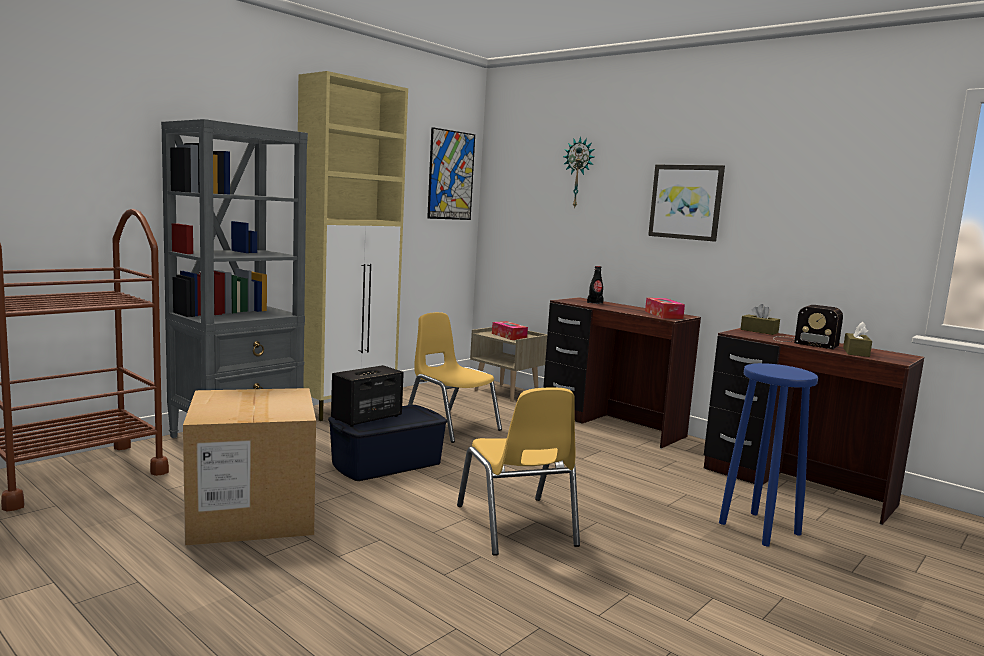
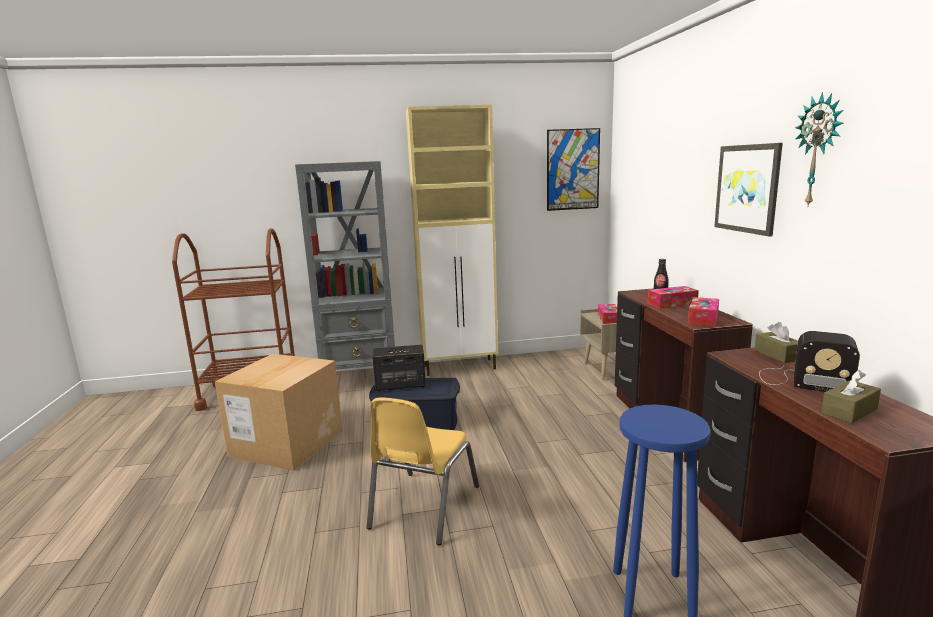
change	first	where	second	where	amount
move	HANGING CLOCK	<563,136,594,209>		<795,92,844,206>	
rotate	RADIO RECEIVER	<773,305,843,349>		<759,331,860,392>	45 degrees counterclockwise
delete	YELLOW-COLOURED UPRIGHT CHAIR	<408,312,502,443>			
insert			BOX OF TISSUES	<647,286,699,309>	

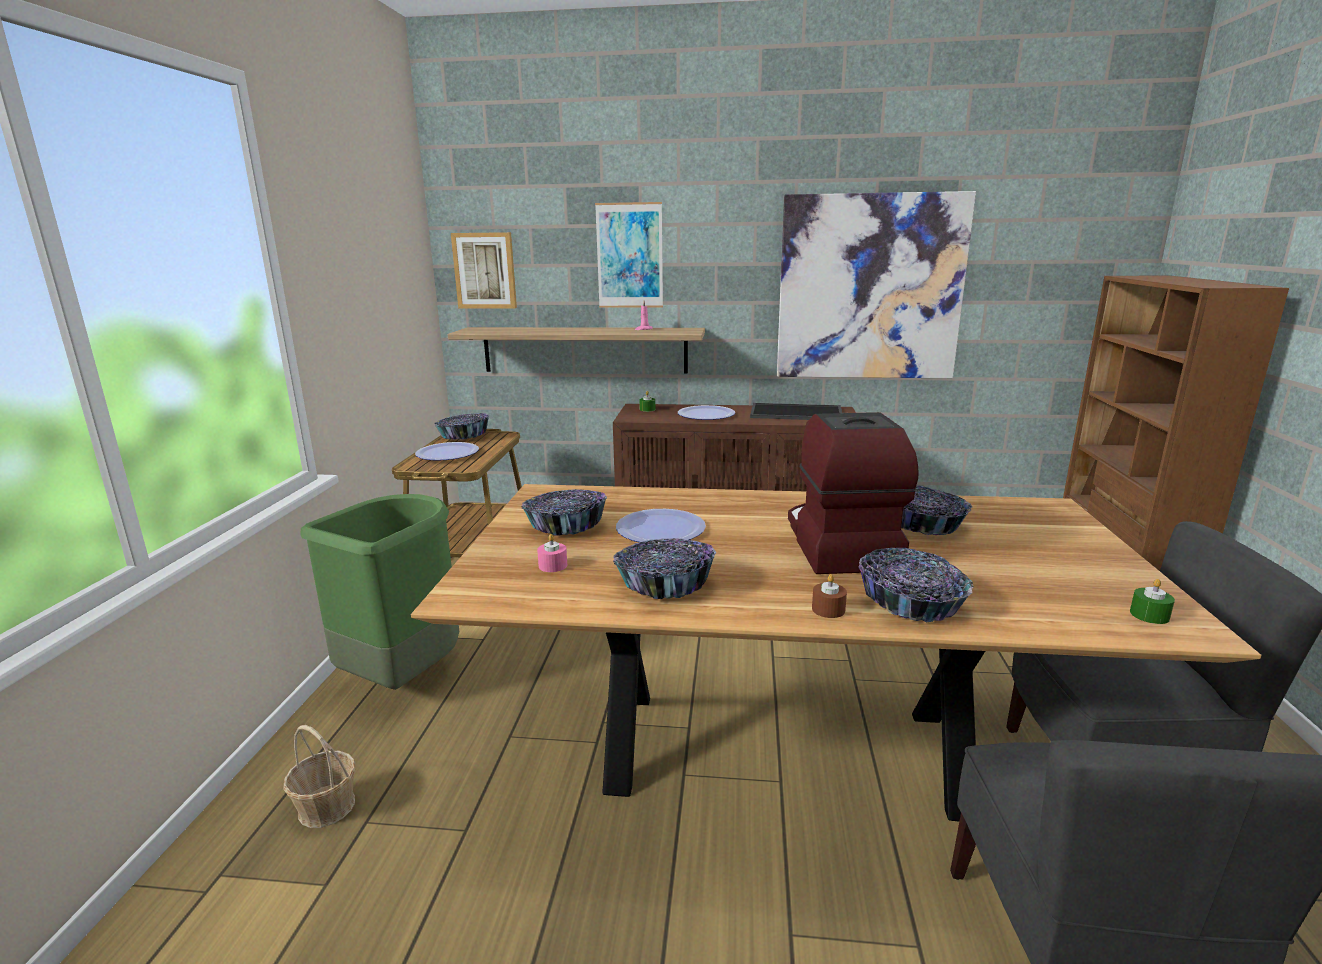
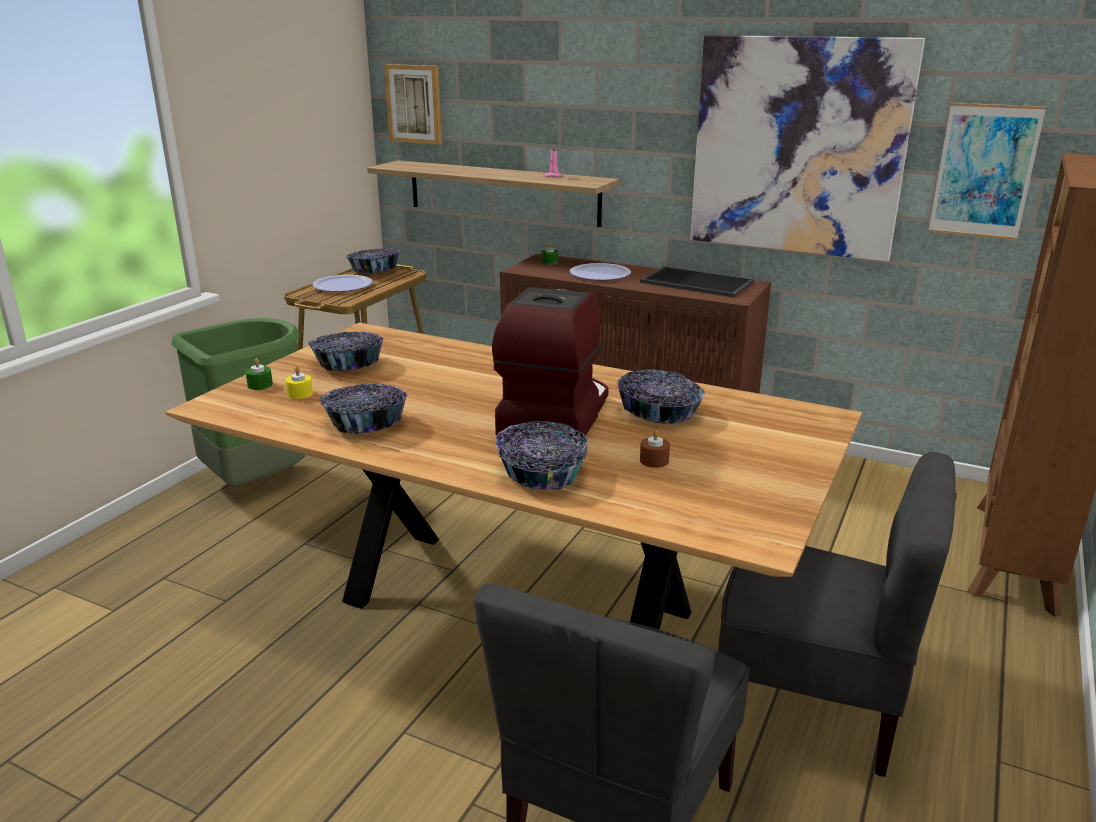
change	first	where	second	where	amount
move	WALL PICTURE	<595,202,663,308>		<928,103,1046,240>	
delete	PLATE	<616,509,706,542>			
recolor	PINKISH CANDLE	<537,534,567,572>	YELLOW-COLOURED CANDLE	<286,366,313,399>	
move	BROWN-COLOURED CANDLE	<812,574,847,618>		<640,429,670,468>	
move	GREENISH CANDLE	<1130,579,1175,624>		<245,358,273,390>	
delete	BASKET	<283,725,356,828>			

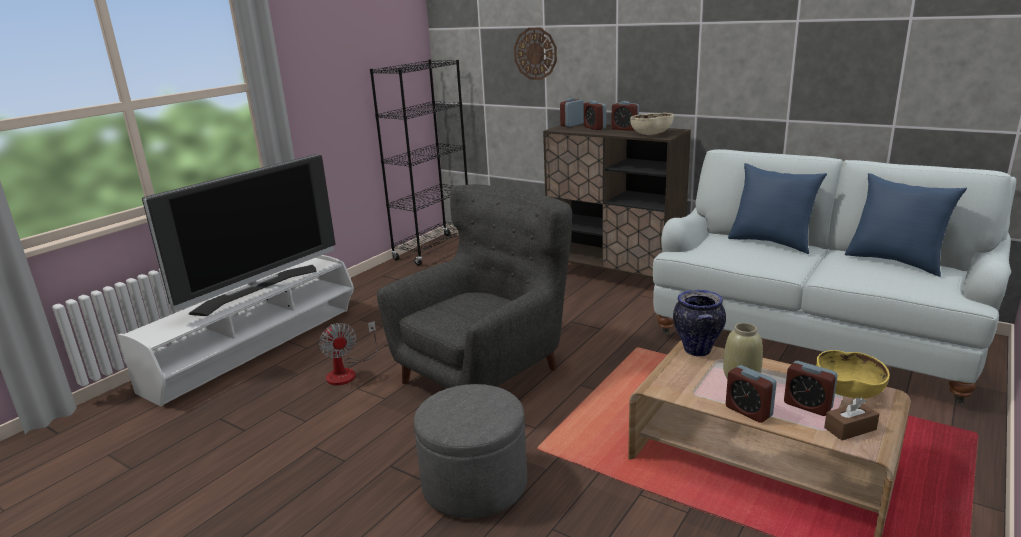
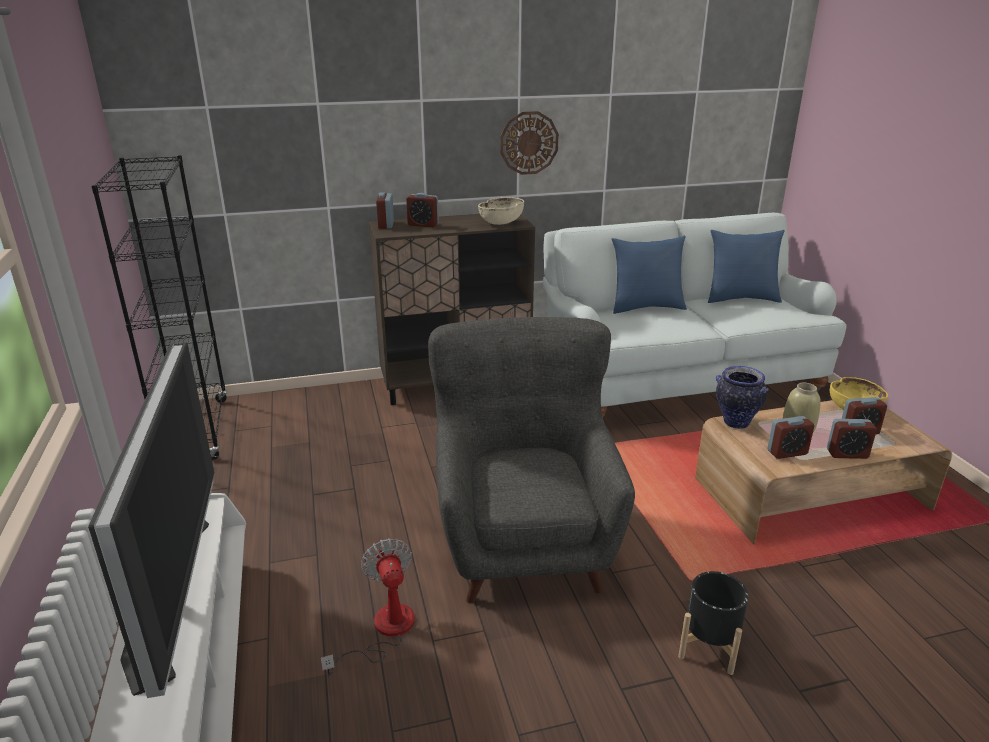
change	first	where	second	where	amount
move	HANGING CLOCK	<514,28,557,80>		<500,111,559,175>	
move	ALARM CLOCK	<612,101,639,131>		<767,416,814,459>	
rotate	FAN	<319,321,377,385>		<321,538,415,677>	120 degrees counterclockwise
replace	GREY OTTOMAN	<414,384,527,519>	BLACKISH PLANTER	<678,571,749,675>	
delete	BROWN-COLOURED BOX OF TISSUES	<824,397,879,440>			

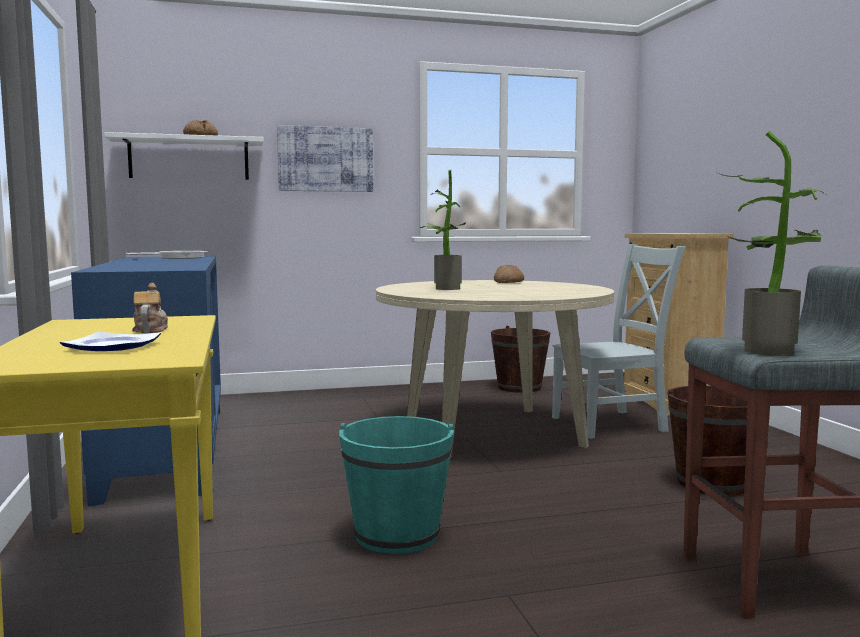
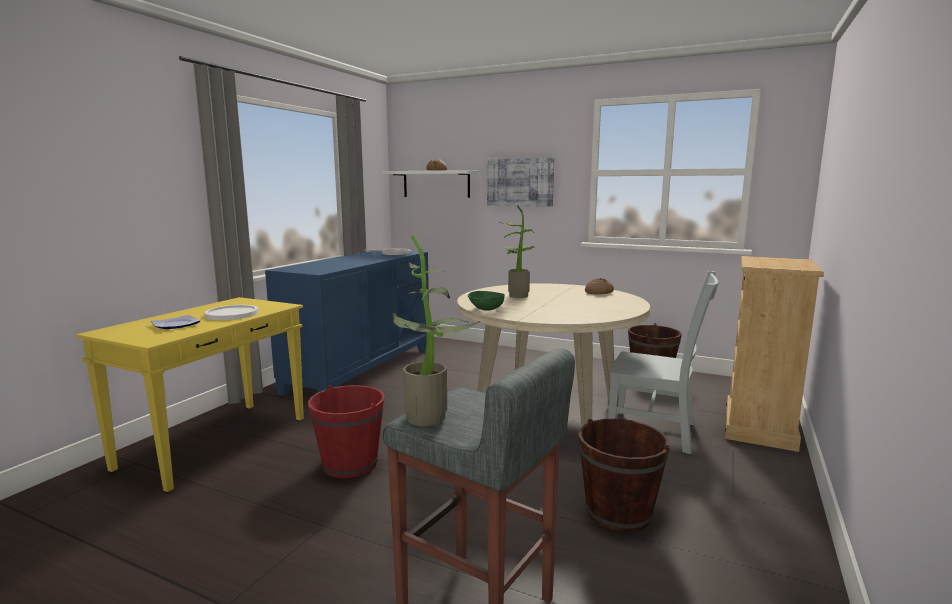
change	first	where	second	where	amount
replace	TEAPOT	<132,283,168,333>	WHITISH PLATE	<205,305,258,320>	
recolor	TURQUOISE PAIL	<339,416,454,554>	RED-COLOURED PAIL	<308,385,385,478>	
insert			GREENISH DEEP DISH	<468,291,505,311>	

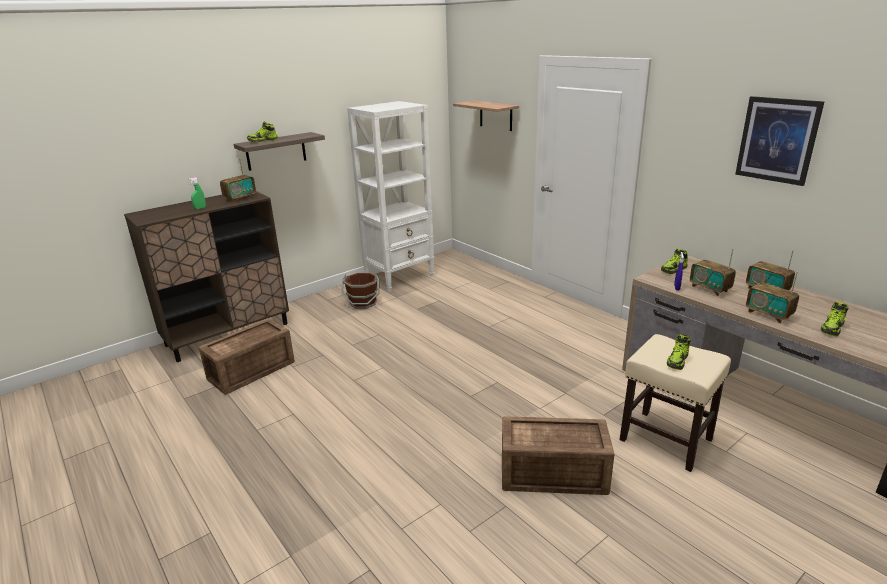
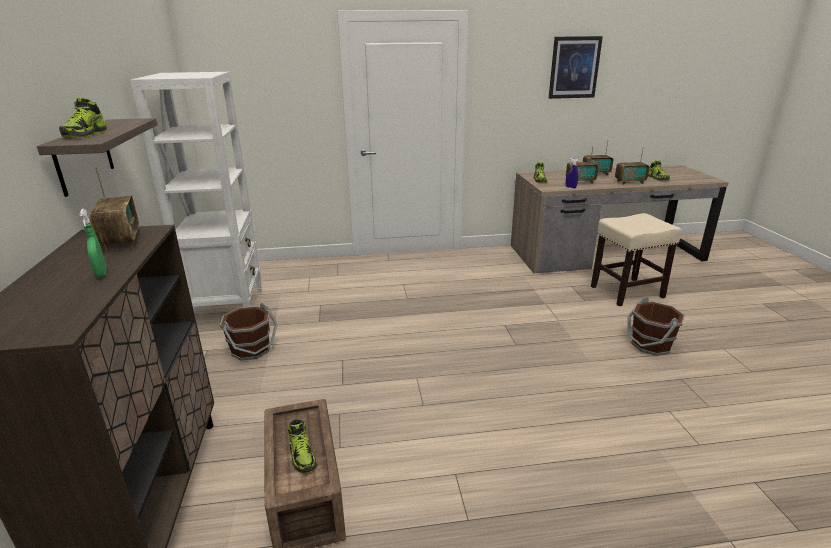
change	first	where	second	where	amount
delete	SHELF	<453,100,519,131>			
move	LOW SHOE	<667,334,691,370>		<288,420,317,473>	
replace	CRATE	<502,416,614,495>	BROWN-COLOURED PAIL	<628,296,685,356>	

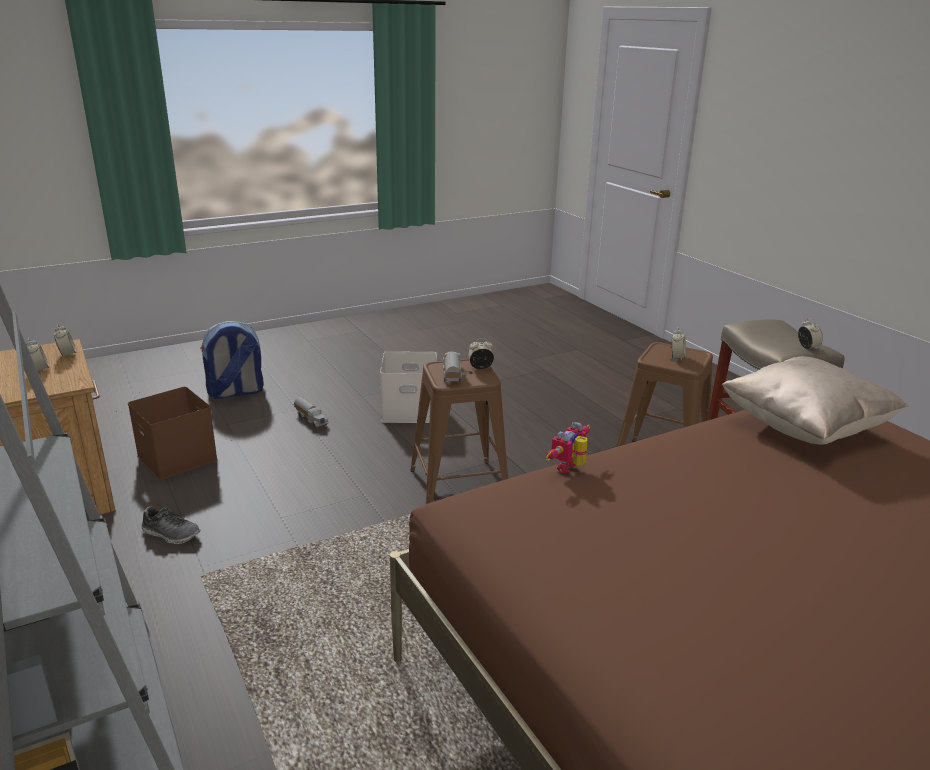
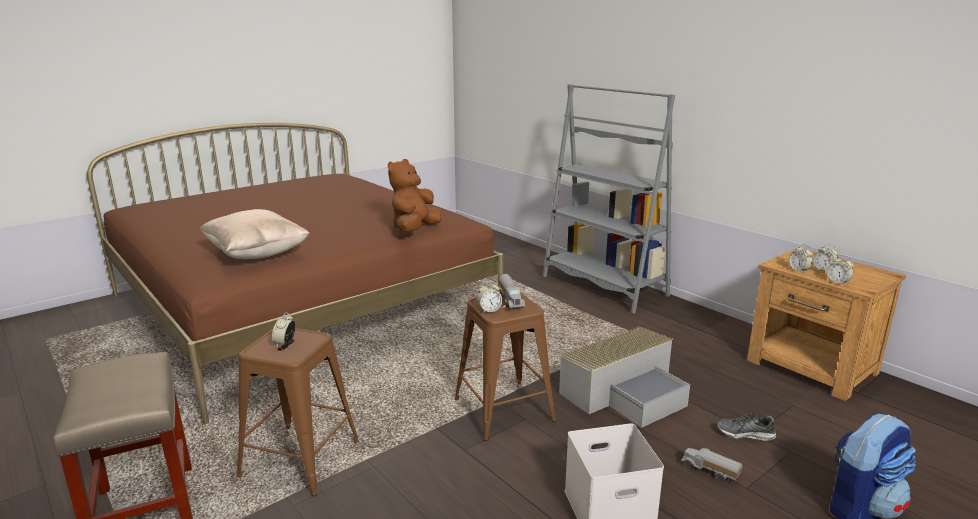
change	first	where	second	where	amount
move	ALARM CLOCK	<798,318,823,350>		<789,244,813,272>	
delete	BROWN-COLOURED STORAGE BOX	<128,387,218,480>			
replace	TOY ROBOT	<546,422,590,473>	BROWN-COLOURED PLUSH TOY	<388,159,442,232>	
move	LOW SHOE	<141,506,200,544>		<717,413,776,441>	
insert			GREY STORAGE BOX	<559,326,690,428>	

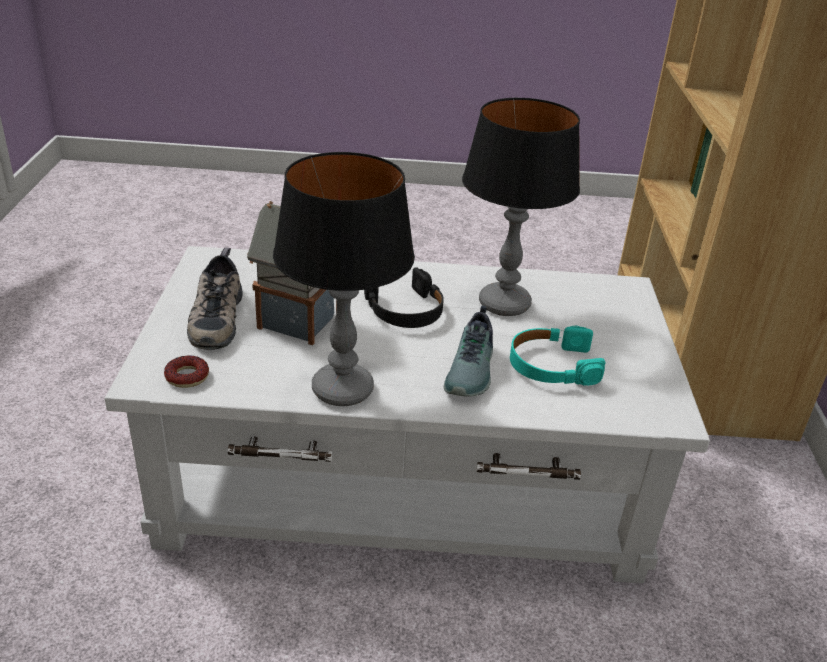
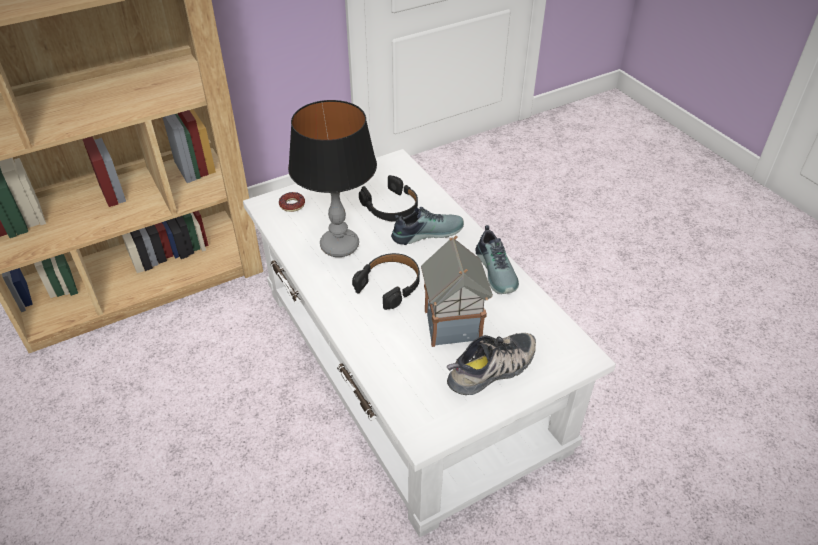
change	first	where	second	where	amount
replace	TABLETOP LAMP	<273,152,415,406>	LOW SHOE	<475,225,519,294>	
recolor	TURQUOISE HEADSET	<510,326,605,386>	BLACKISH HEADSET	<359,175,418,221>	
move	RING DOUGHNUT	<164,356,209,388>		<279,192,305,212>	

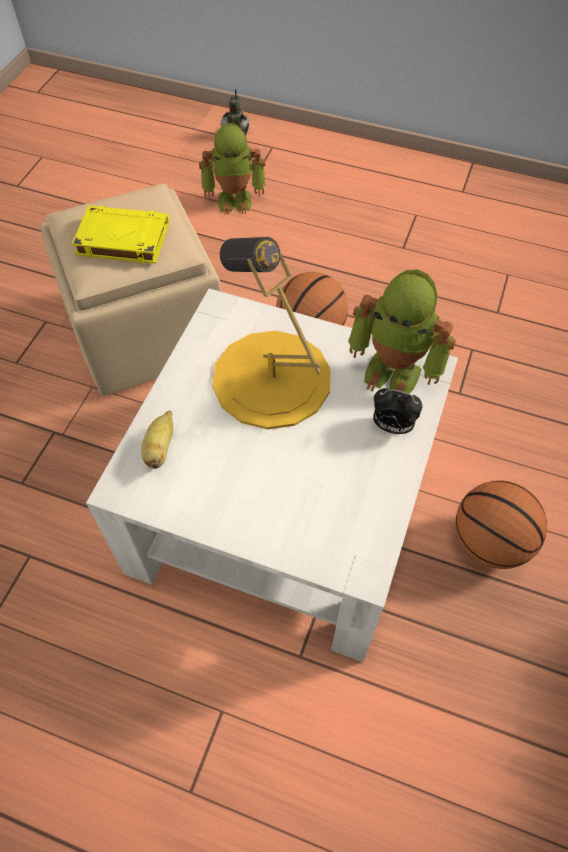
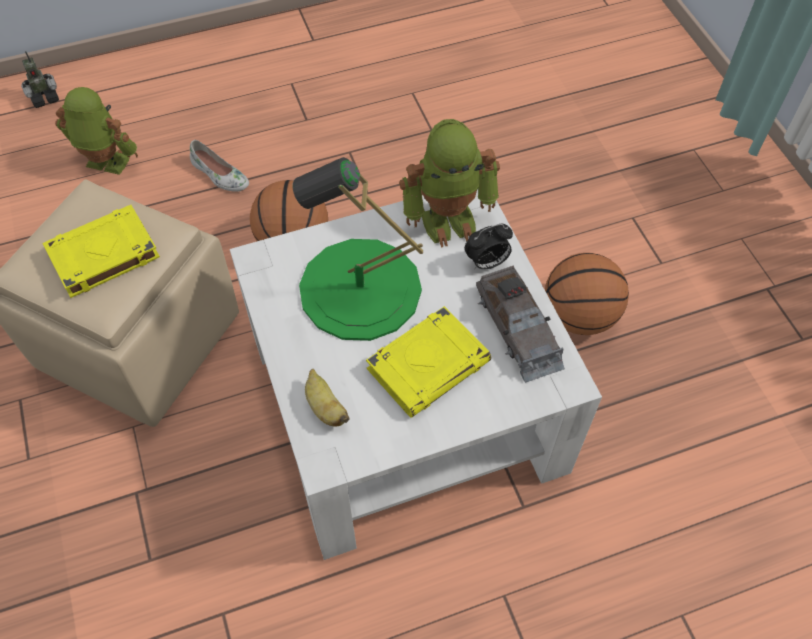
change	first	where	second	where	amount
rotate	TOY ROBOT	<199,123,266,215>		<55,87,138,175>	120 degrees counterclockwise
recolor	YELLOW-COLOURED TABLETOP LAMP	<212,237,331,429>	GREENISH TABLETOP LAMP	<293,157,423,341>	
insert			WHITISH LOW SHOE	<190,140,249,192>	
insert			GREY TOY CAR	<476,266,565,383>	
insert			YELLOW-COLOURED BOUND BOOK	<366,306,491,418>	

